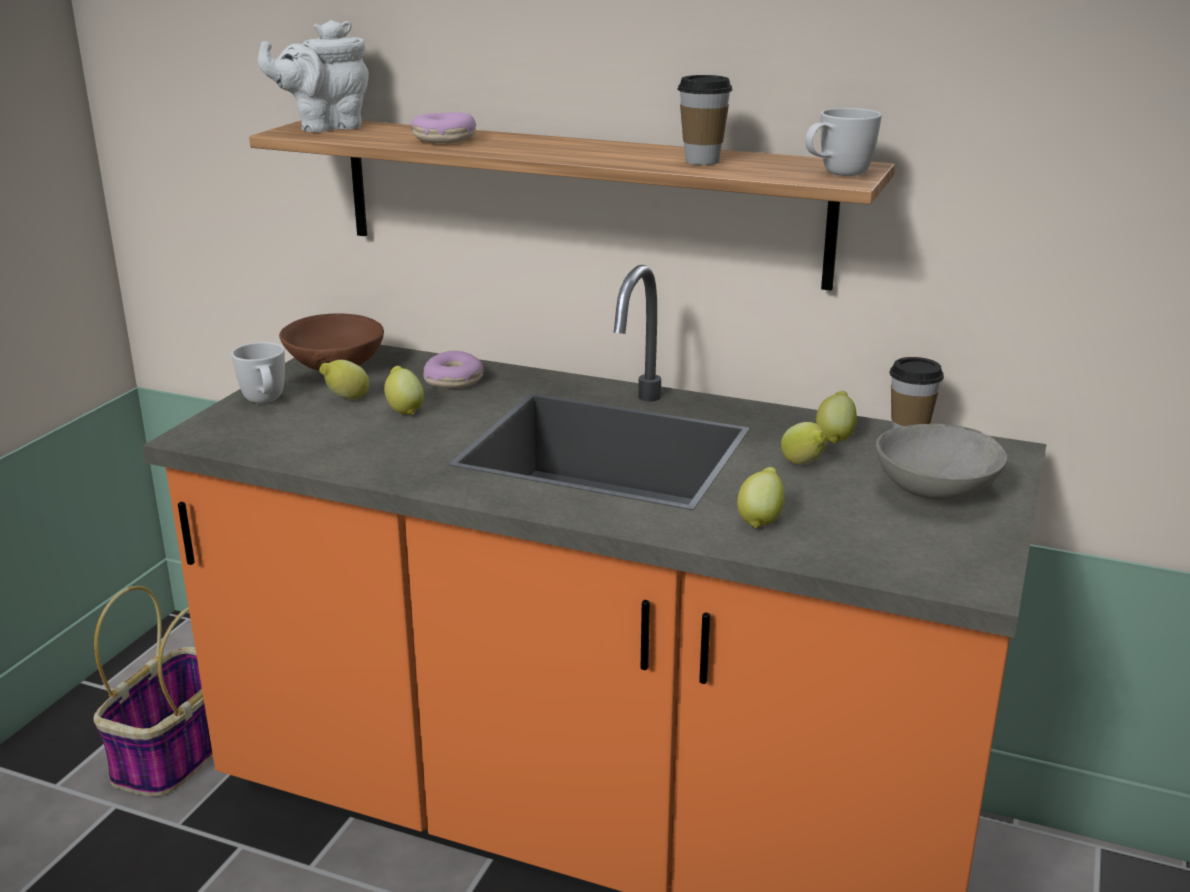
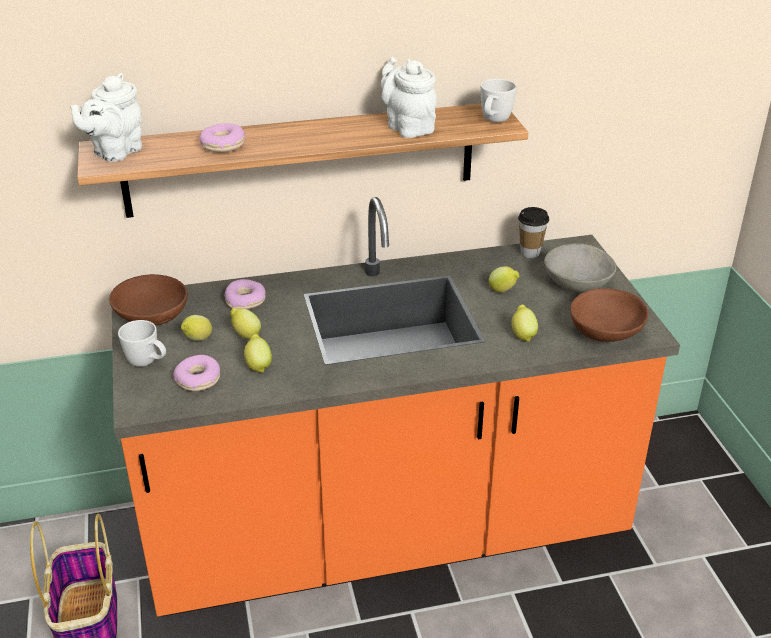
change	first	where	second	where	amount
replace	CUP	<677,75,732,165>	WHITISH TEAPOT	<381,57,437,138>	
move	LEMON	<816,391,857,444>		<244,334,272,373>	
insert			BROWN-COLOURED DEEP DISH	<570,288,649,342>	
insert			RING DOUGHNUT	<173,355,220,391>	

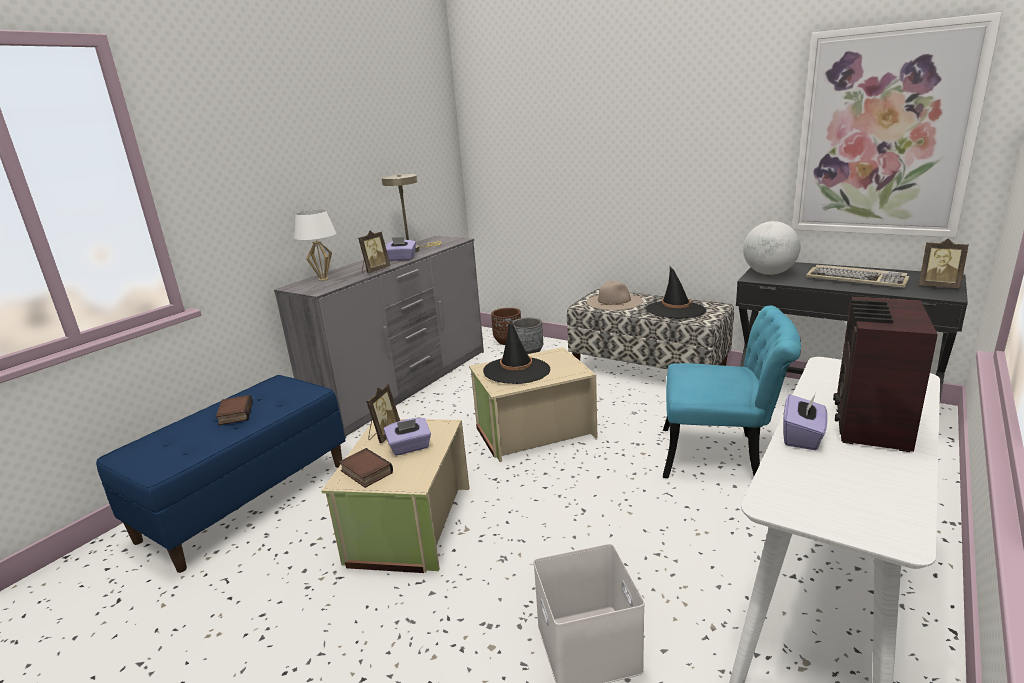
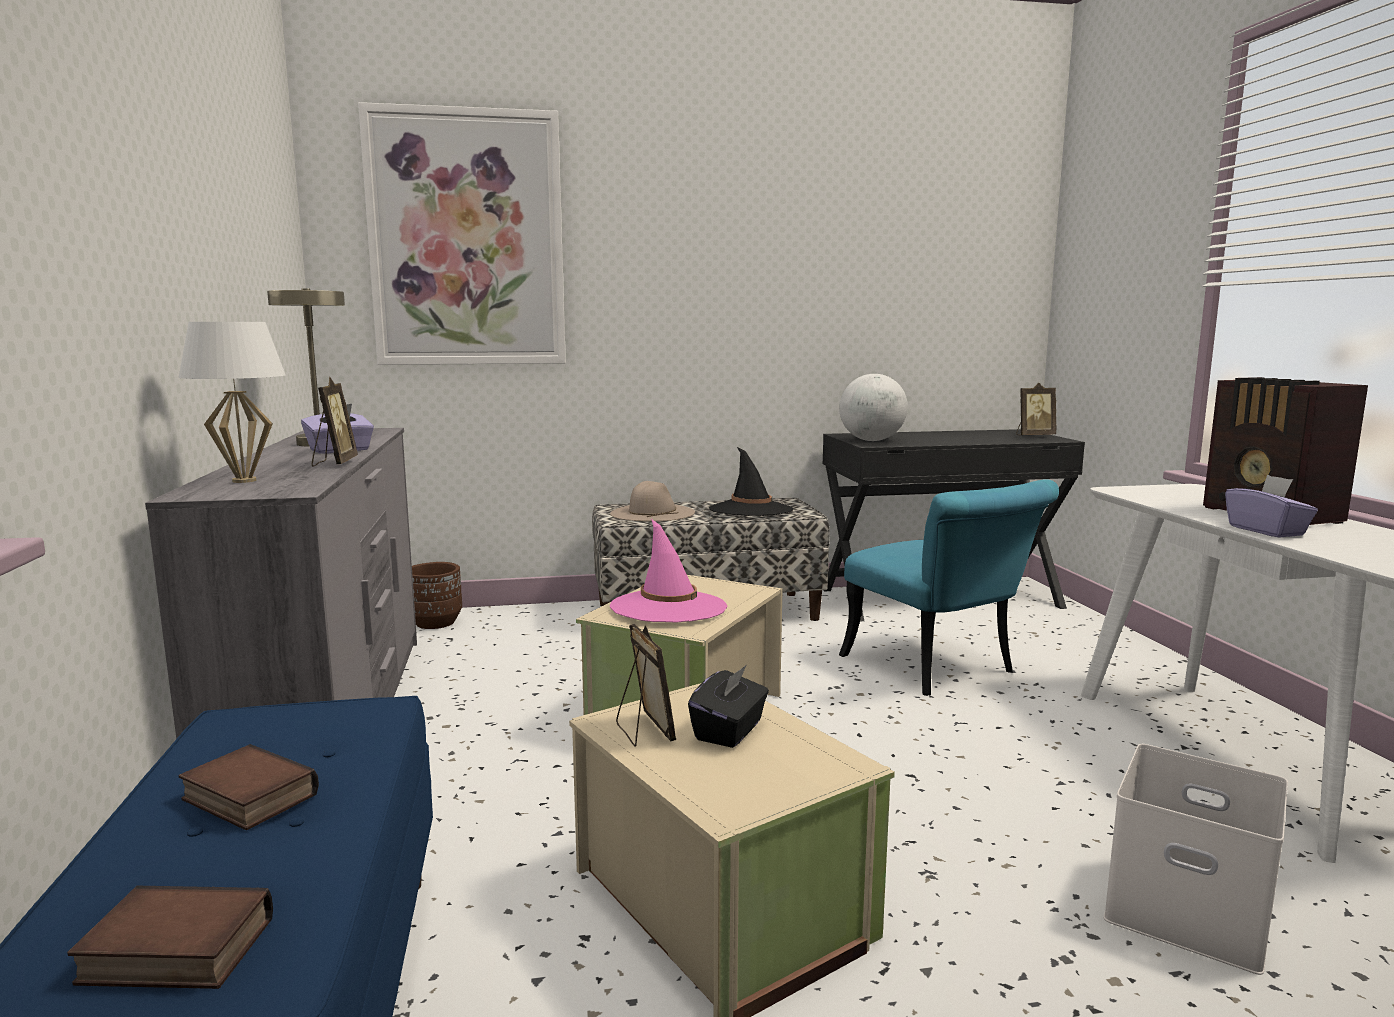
change	first	where	second	where	amount
move	WALL PICTURE	<792,12,1002,237>		<358,102,566,365>	
delete	COMPUTER KEYBOARD	<806,265,909,288>			
rotate	TURQUOISE UPRIGHT CHAIR	<663,305,801,478>		<839,479,1059,696>	90 degrees clockwise
delete	GREY PLANTER	<512,317,543,354>			
recolor	BLACKISH CLOTHING HAT	<483,319,550,384>	PINKISH CLOTHING HAT	<610,519,727,623>	
recolor	PURPLISH BOX OF TISSUES	<384,418,431,456>	BLACKISH BOX OF TISSUES	<688,665,769,748>	
move	BOUND BOOK	<339,448,393,488>		<67,886,273,989>	

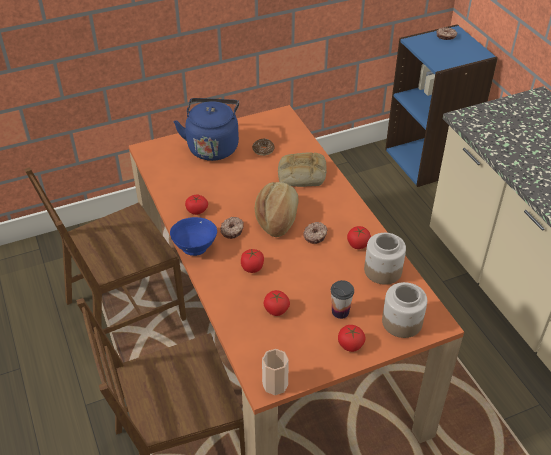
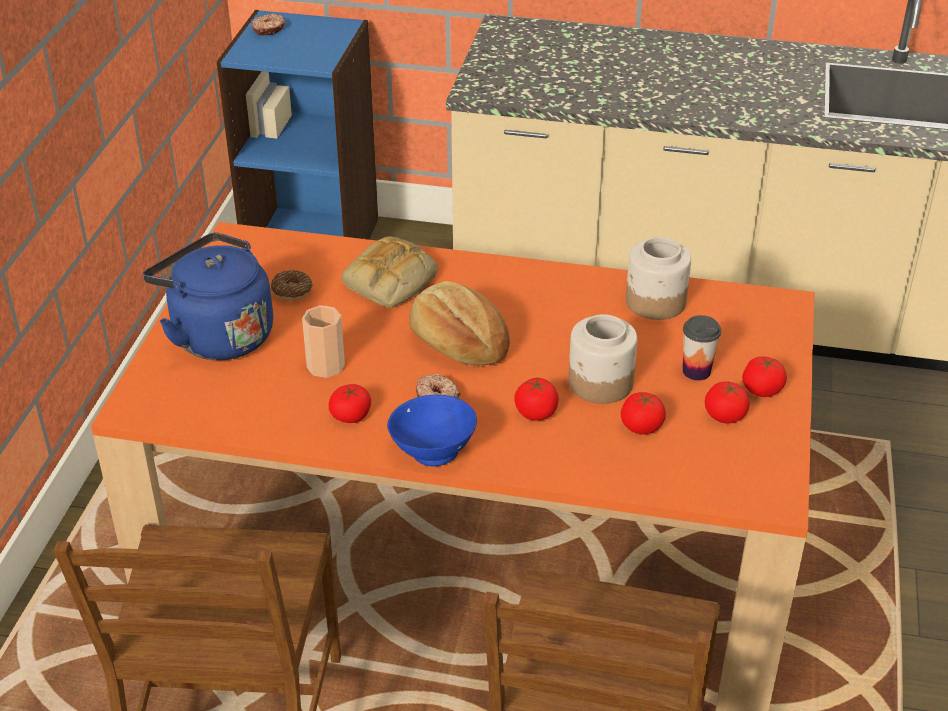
change	first	where	second	where	amount
delete	RING DOUGHNUT	<303,222,328,244>			
move	WHOLE TOMATO	<347,226,371,249>		<705,381,750,423>	
move	JAR	<382,282,427,338>		<568,314,637,404>	
move	CUP	<262,349,289,395>		<302,305,345,378>	

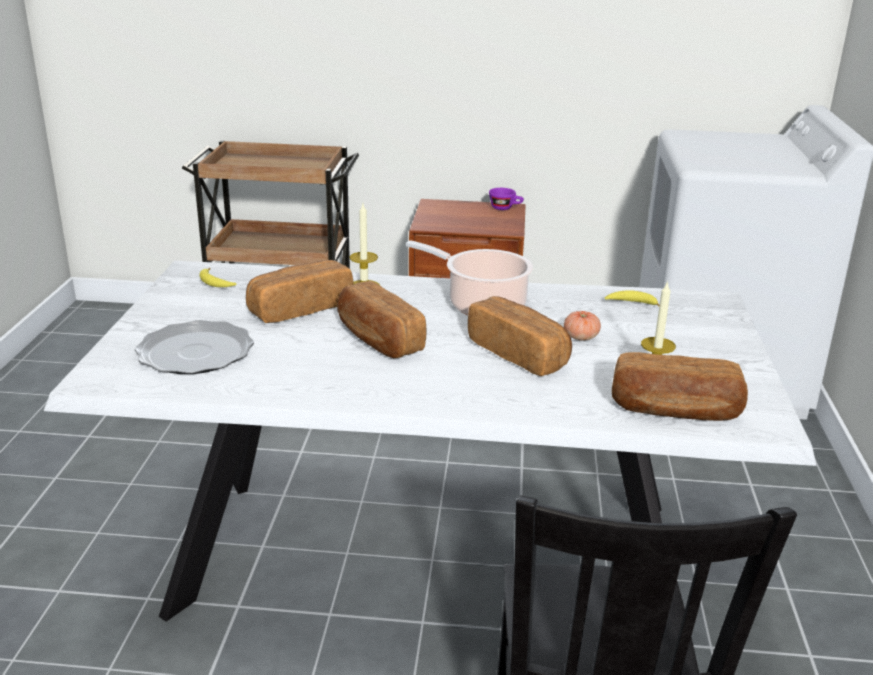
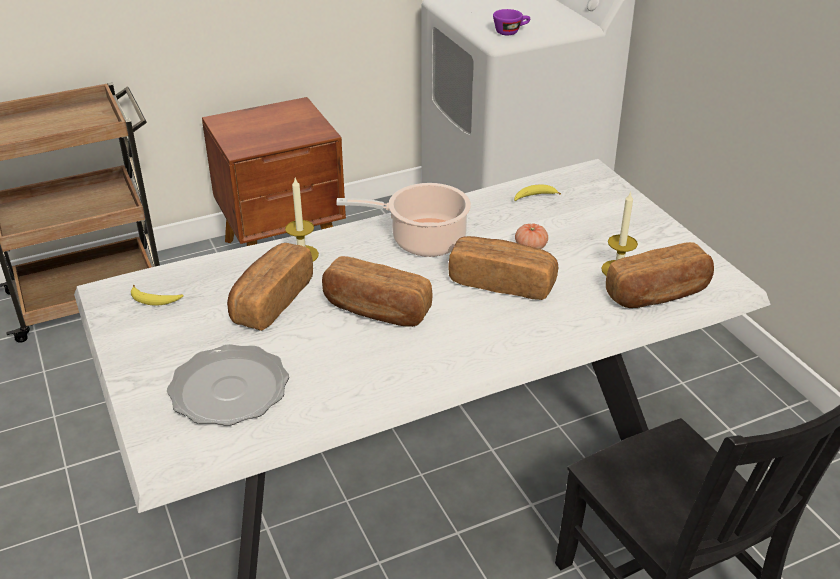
change	first	where	second	where	amount
move	PURPLISH CUP	<489,188,524,210>		<493,9,530,35>	

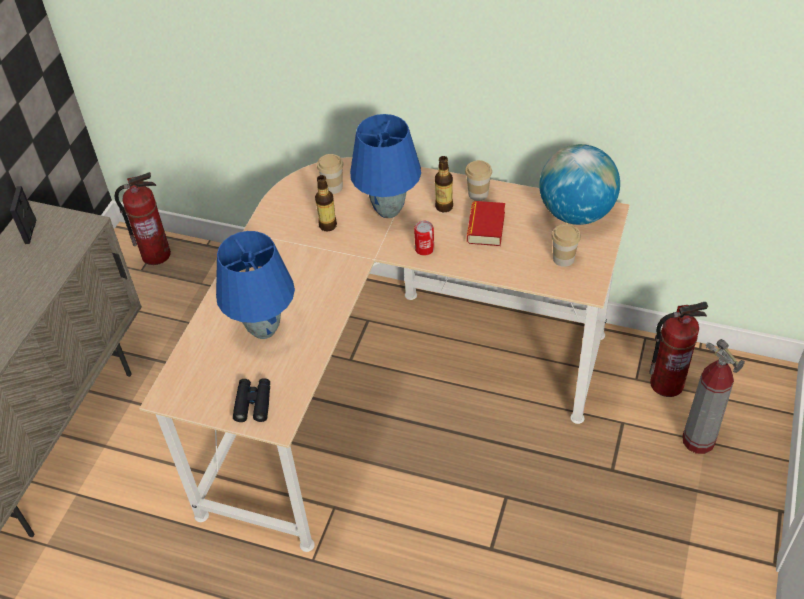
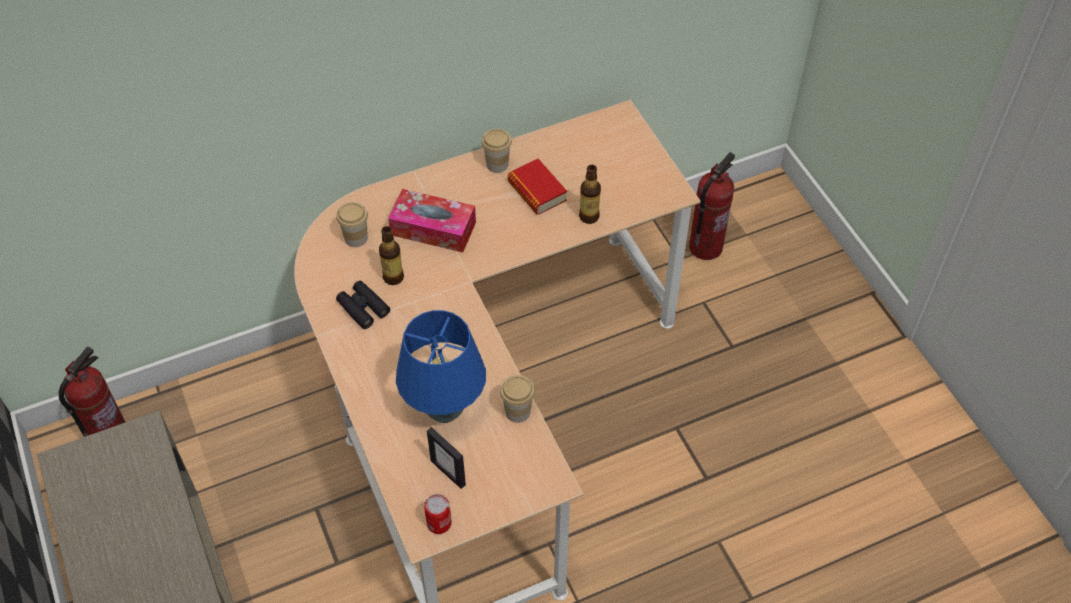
change	first	where	second	where	amount
replace	BLUE-COLOURED TABLETOP LAMP	<350,114,421,218>	BOX OF TISSUES	<388,189,476,252>	
delete	DESK GLOBE	<539,144,620,225>			
move	DRINK BOTTLE	<435,156,453,212>		<579,165,601,224>	
move	PHOTO FRAME	<10,186,36,244>		<427,427,466,489>	
move	METAL CAN	<414,221,434,256>		<424,494,452,534>	
move	CUP	<551,224,581,267>		<500,375,535,423>	
delete	FIRE EXTINGUISHER	<682,339,745,454>			
move	BLACKISH BINOCULARS	<233,378,270,422>		<336,281,390,329>	

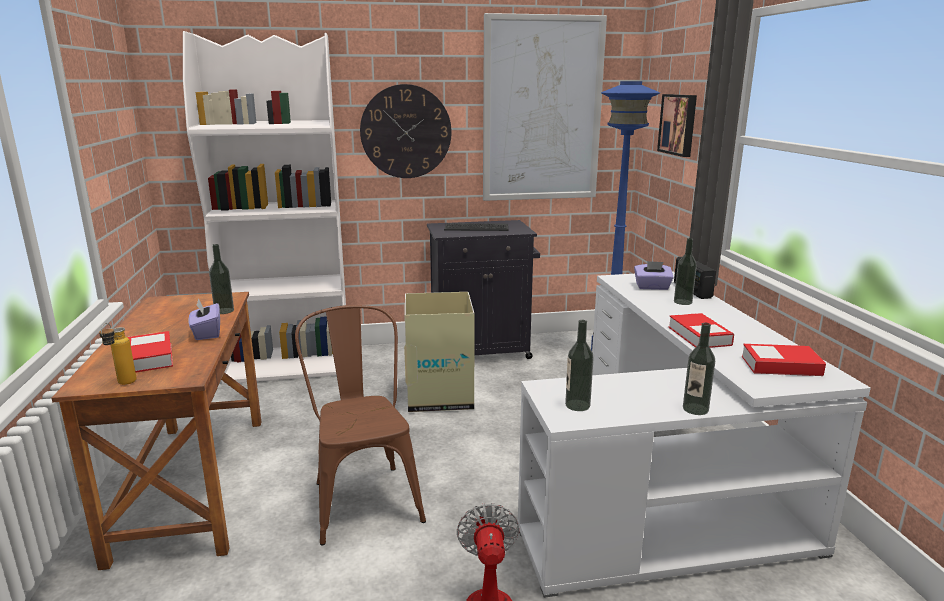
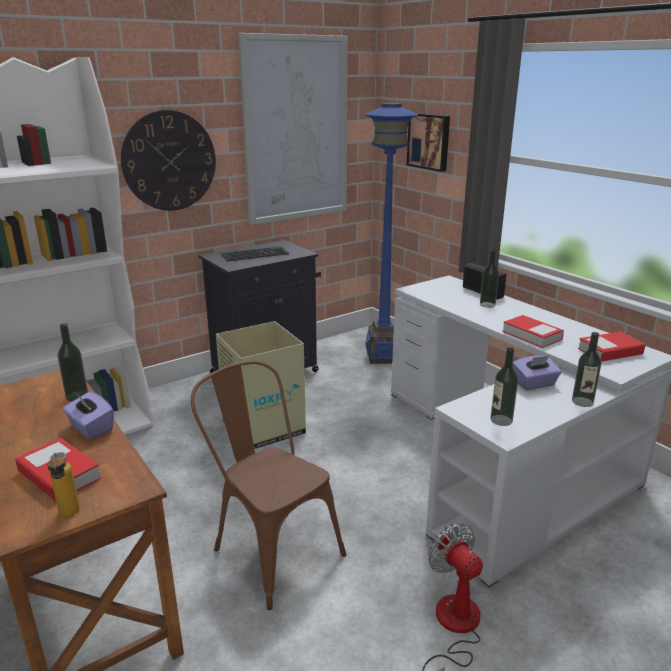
change	first	where	second	where	amount
move	PURPLISH BOX OF TISSUES	<634,261,674,290>		<513,355,562,390>	

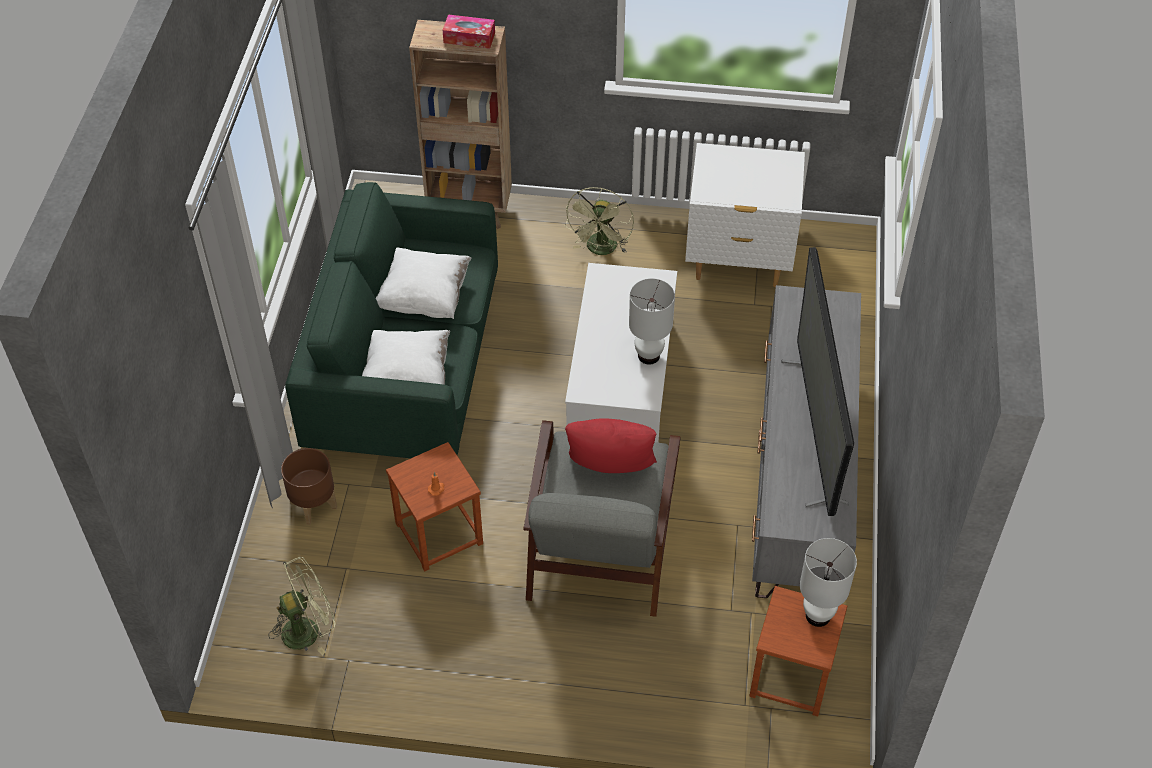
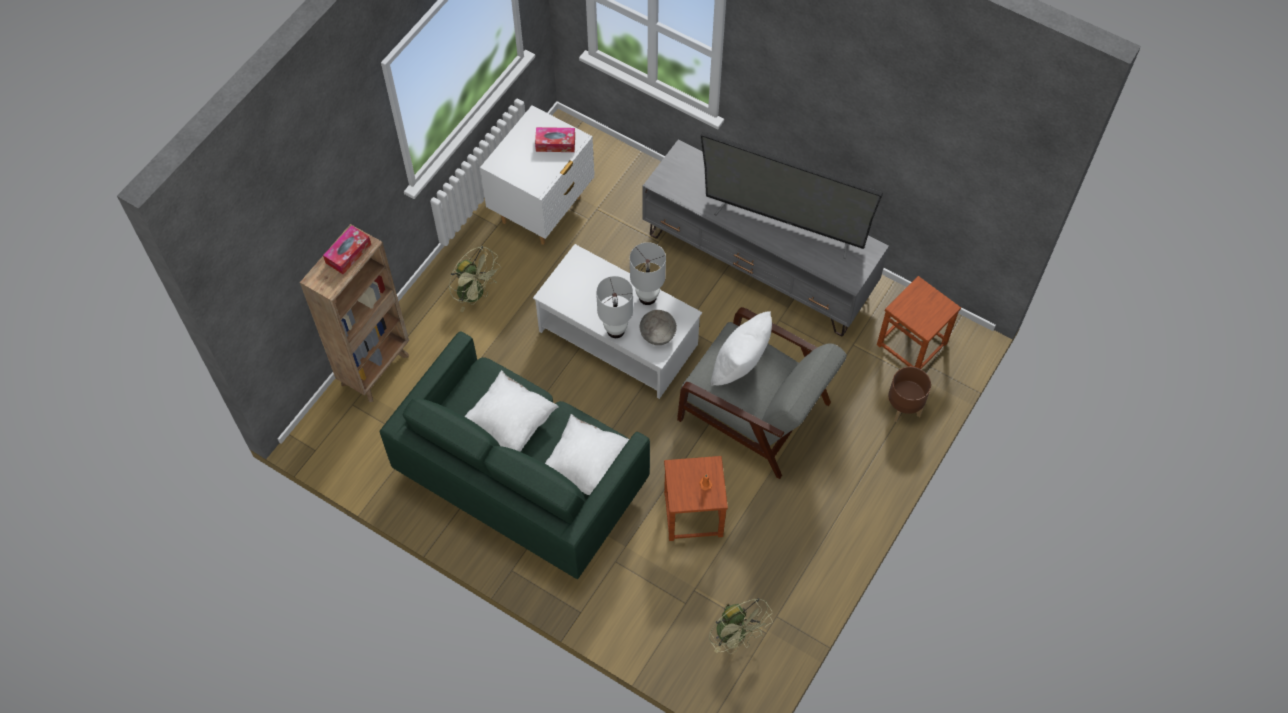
change	first	where	second	where	amount
recolor	RED-COLOURED CUSHION	<565,418,657,473>	WHITISH CUSHION	<711,312,772,385>	
move	BROWN-COLOURED PLANTER	<281,448,337,525>		<887,367,931,422>	
move	WHITISH TABLETOP LAMP	<800,538,857,627>		<596,276,633,338>	
rotate	GREENISH FAN	<268,557,336,655>		<709,598,773,654>	150 degrees clockwise
insert			BOX OF TISSUES	<535,127,575,152>	
insert			GREY DEEP DISH	<640,310,677,345>	

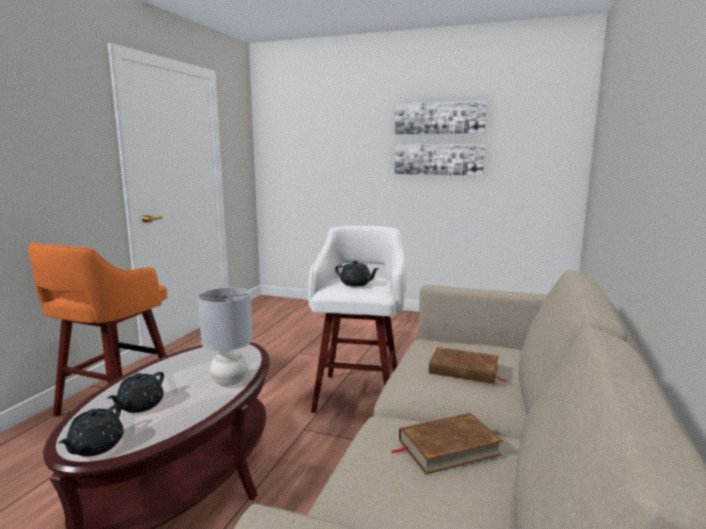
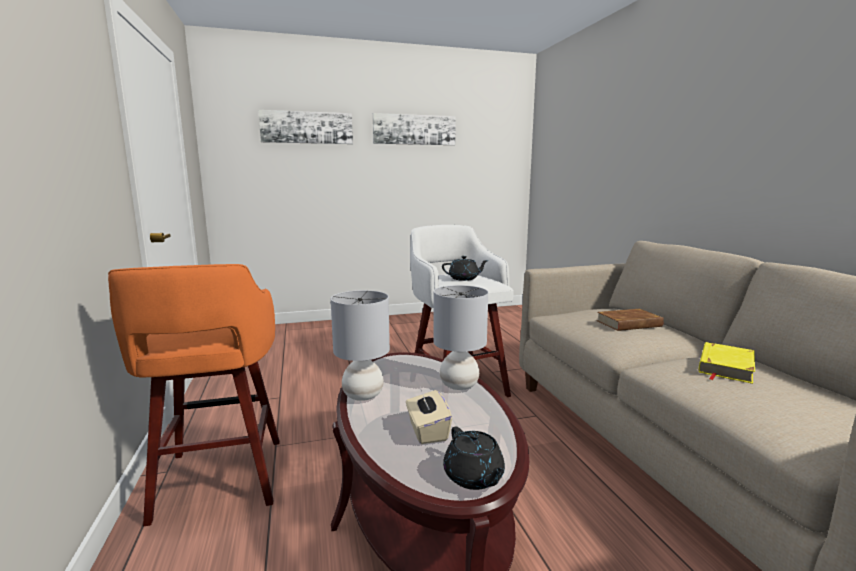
change	first	where	second	where	amount
move	WALL PICTURE	<394,144,485,175>		<258,110,353,144>	
replace	BLACKISH TEAPOT	<108,372,164,413>	SAND-COLOURED BOX OF TISSUES	<406,387,452,444>	
recolor	BROWN-COLOURED BOUND BOOK	<392,413,503,474>	YELLOW-COLOURED BOUND BOOK	<699,342,755,384>	
insert			GREY TABLETOP LAMP	<331,290,390,401>	

